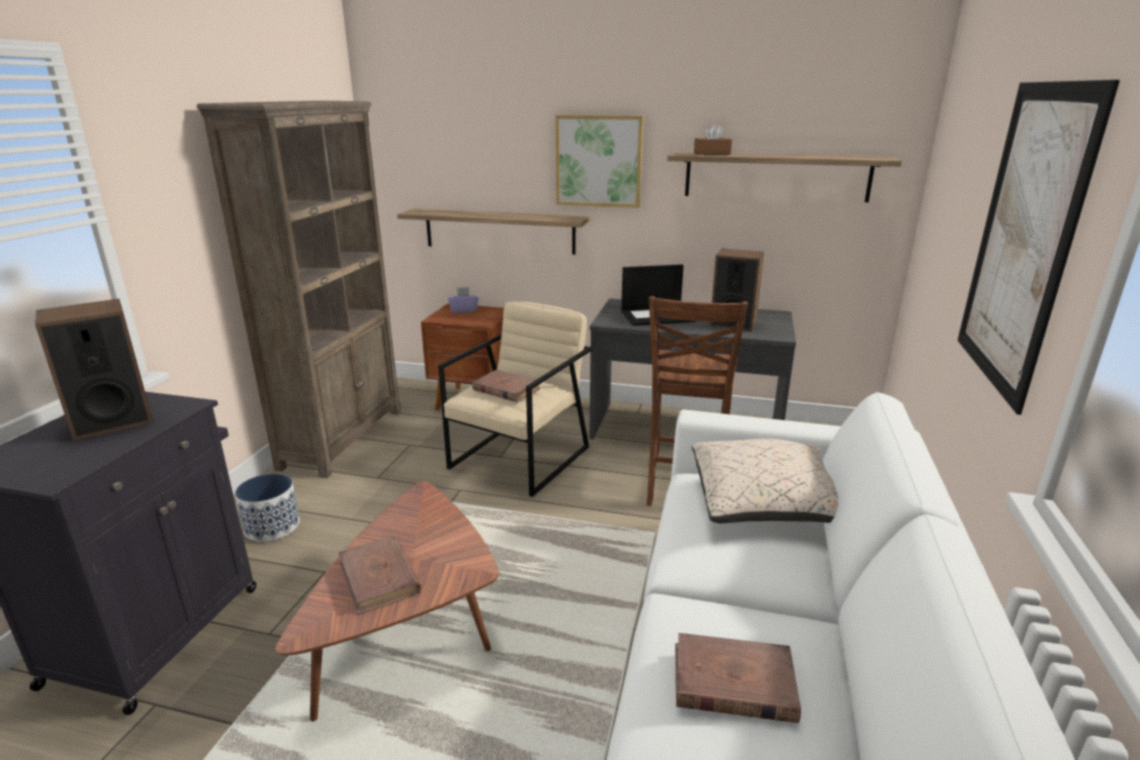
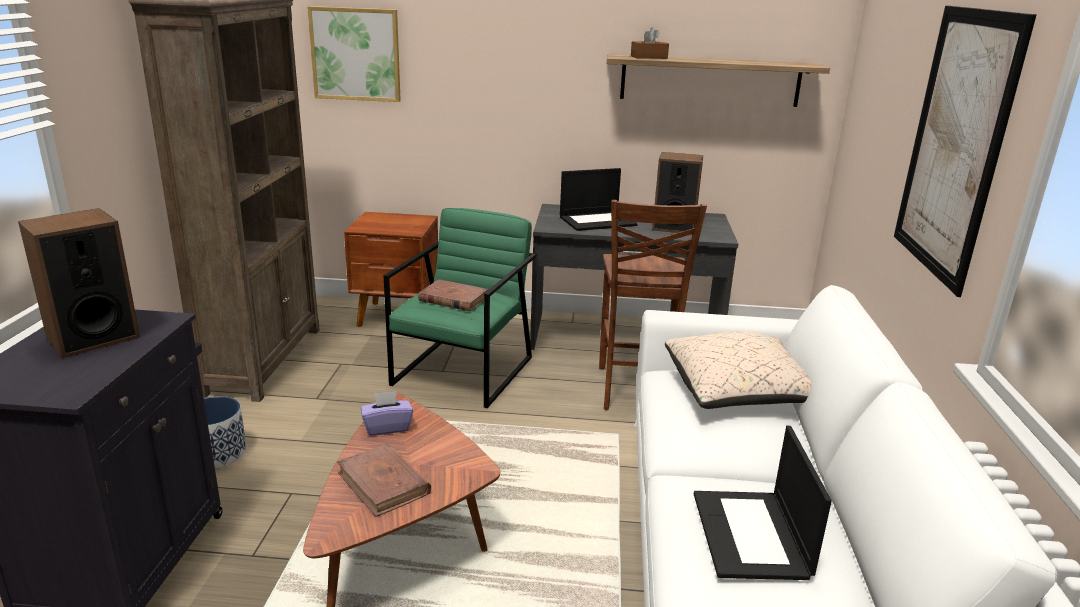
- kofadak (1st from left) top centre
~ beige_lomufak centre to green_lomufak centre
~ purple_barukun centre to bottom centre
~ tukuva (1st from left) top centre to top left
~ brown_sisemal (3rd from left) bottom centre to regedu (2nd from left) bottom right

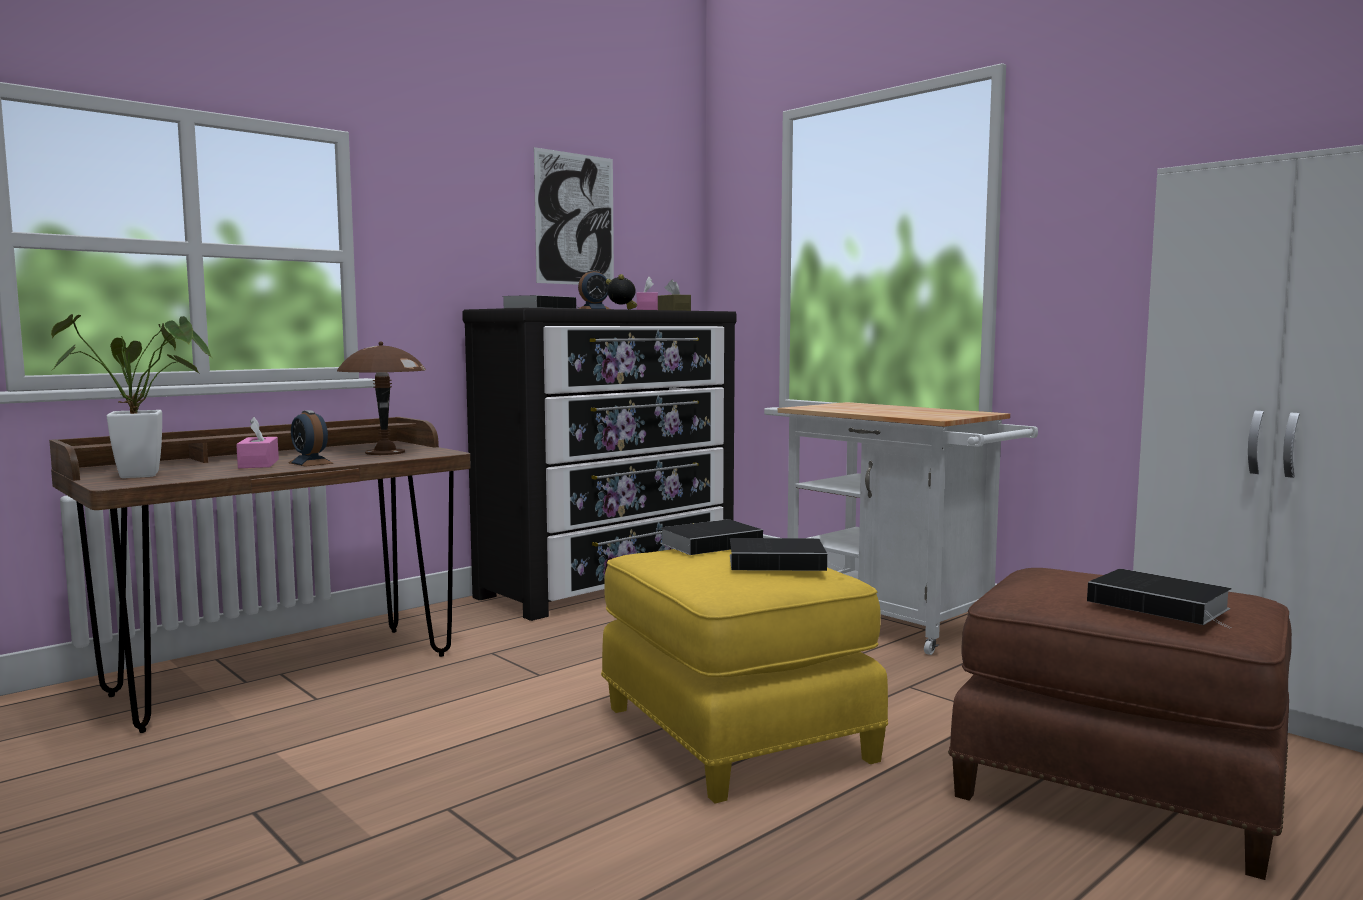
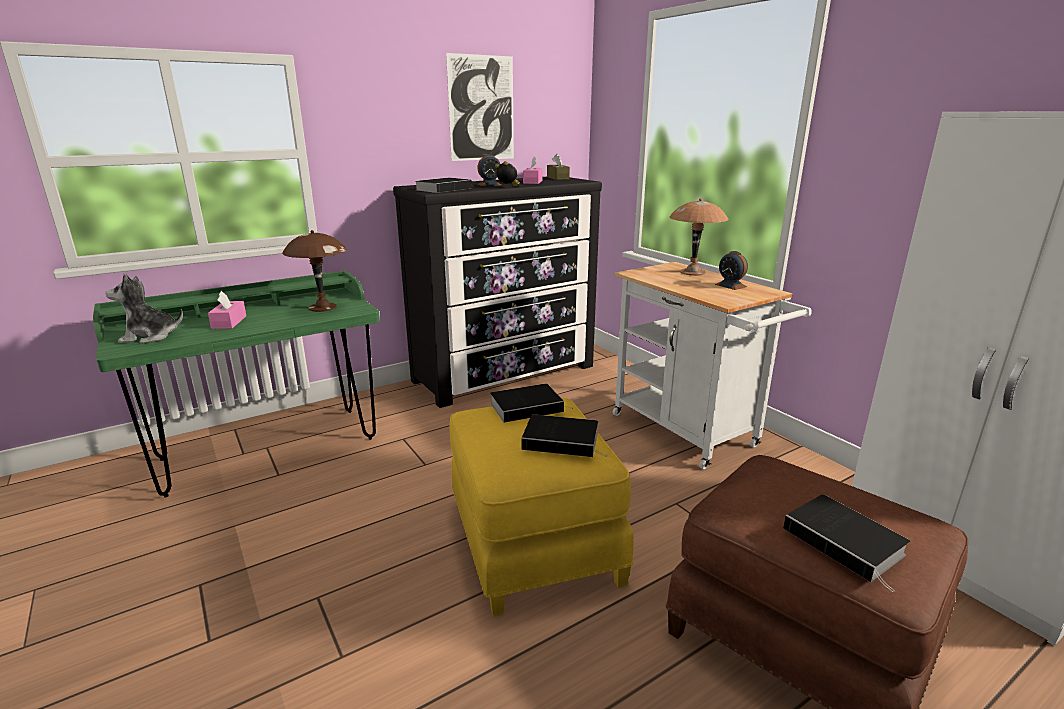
~ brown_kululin middle left to green_kululin middle left
~ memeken middle left to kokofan middle left
~ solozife (1st from left in the first image) middle left to solozife (3rd from left) middle right
+ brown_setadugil (2nd from left) centre

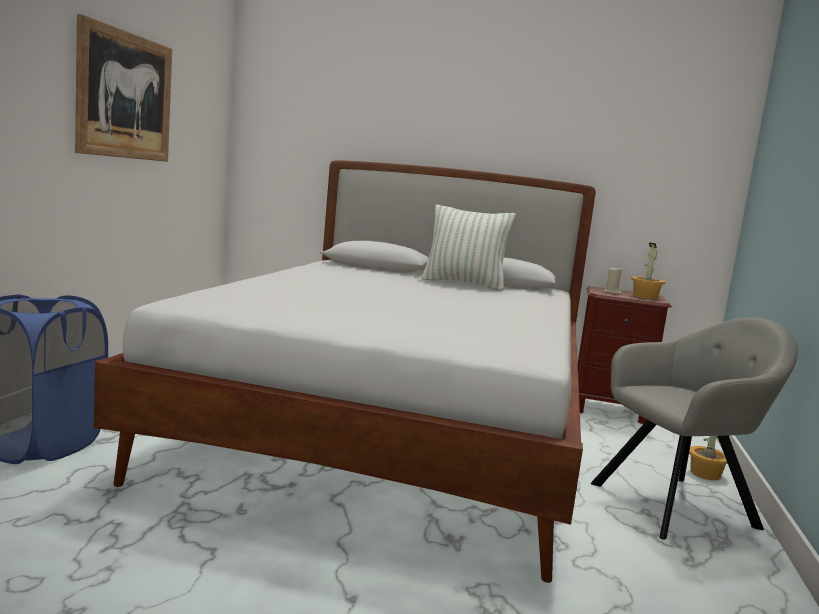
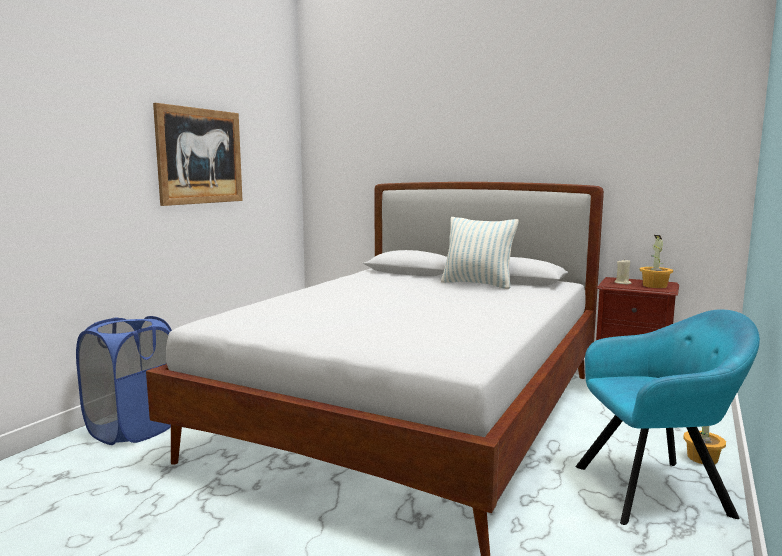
~ grey_lomufak bottom right to turquoise_lomufak bottom right

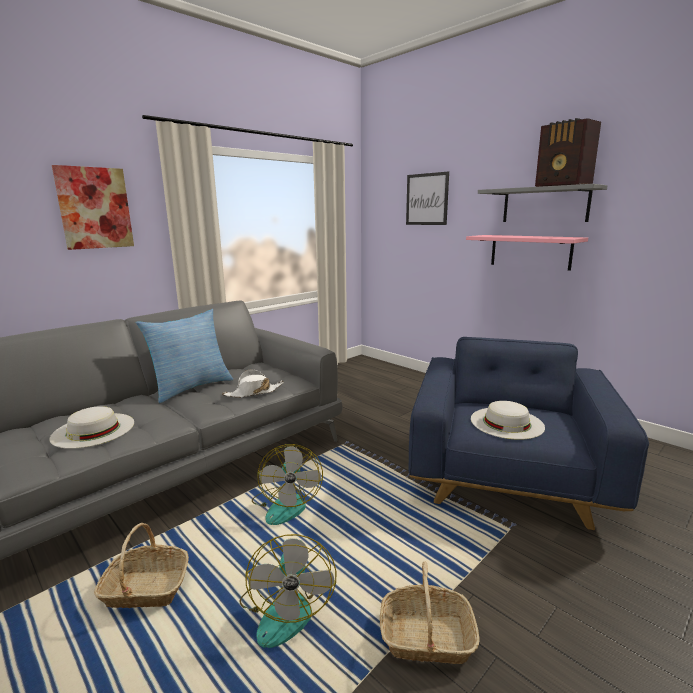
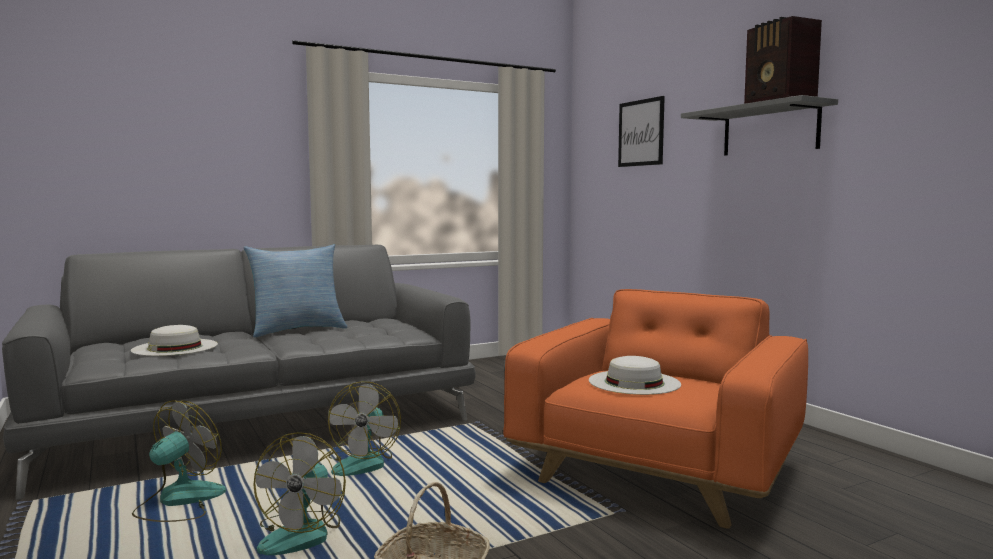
- tukuva (1st from left) top left
~ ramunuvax (1st from left) bottom left to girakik (1st from left) bottom left
- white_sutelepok (2nd from left) centre
~ blue_lomufak middle right to orange_lomufak bottom centre
- pink_kofadak middle right

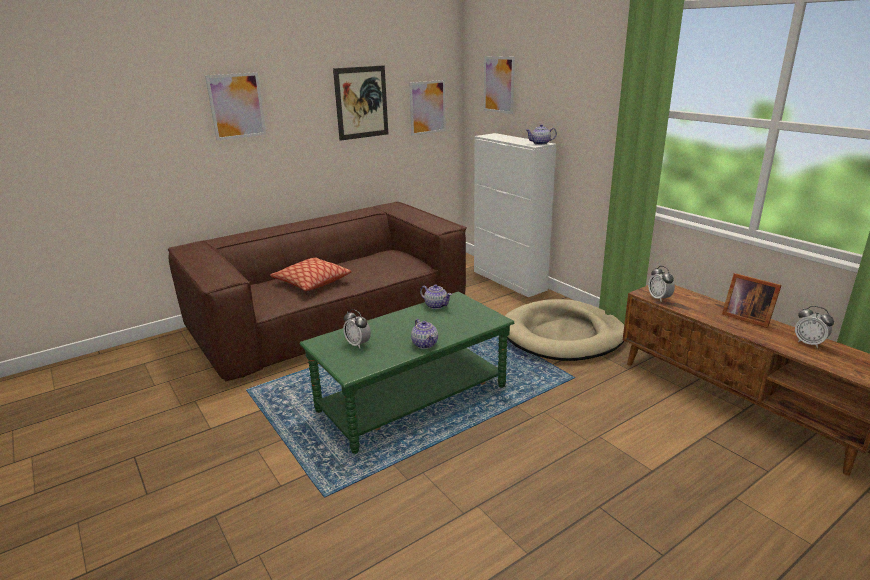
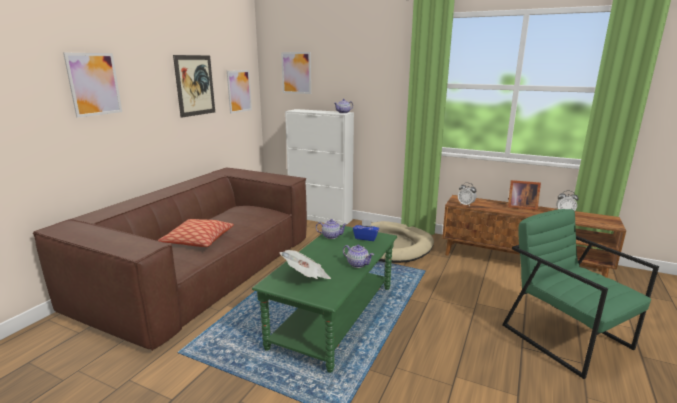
~ solozife (1st from left) centre to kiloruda centre
+ blue_barukun centre
+ green_lomufak bottom right

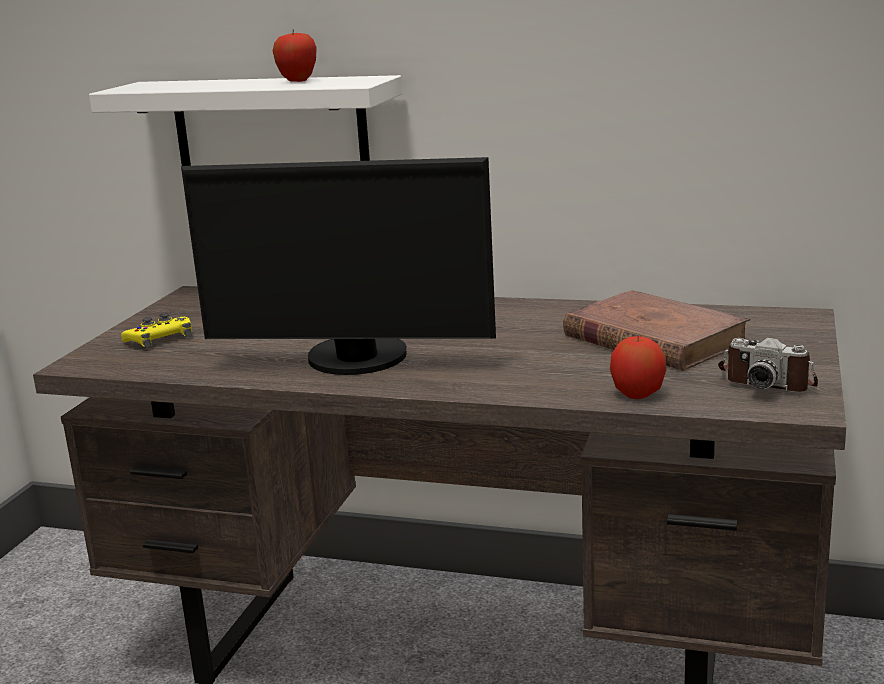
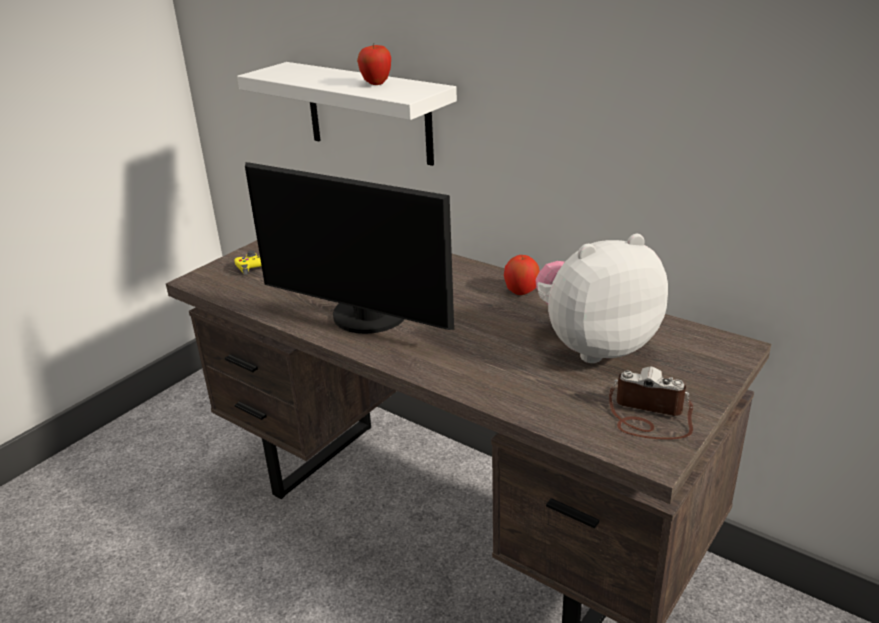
~ brown_sisemal middle right to kokofan middle right
~ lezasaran (2nd from left) middle right to centre
~ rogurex middle right = middle right 150 degrees clockwise

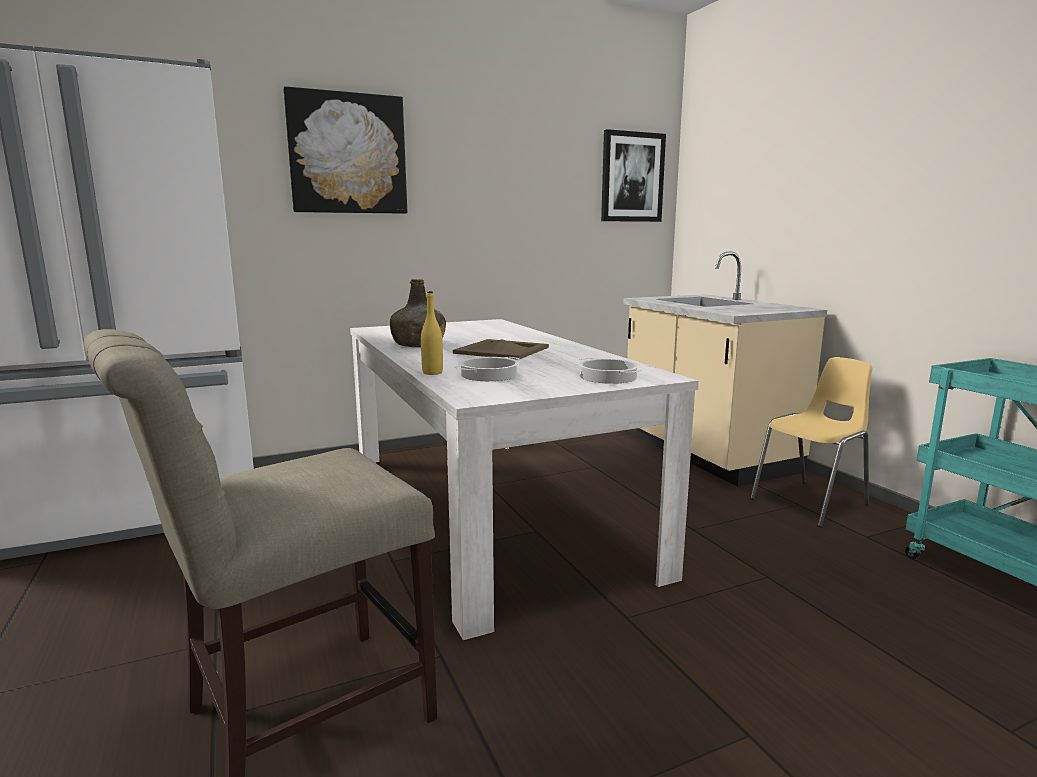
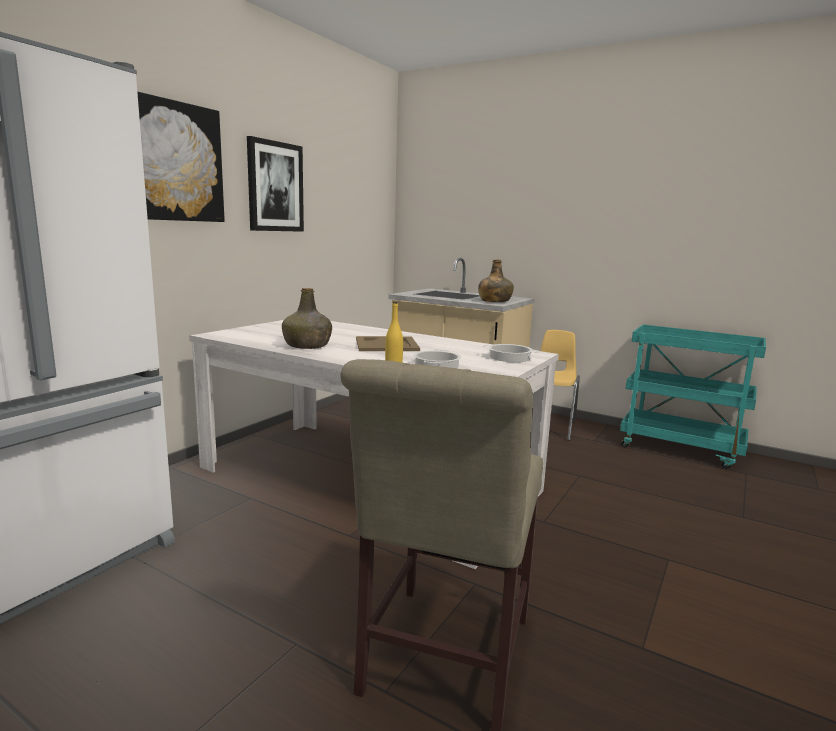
~ tukuva (2nd from left) top centre to top left
+ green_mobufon (2nd from left) centre

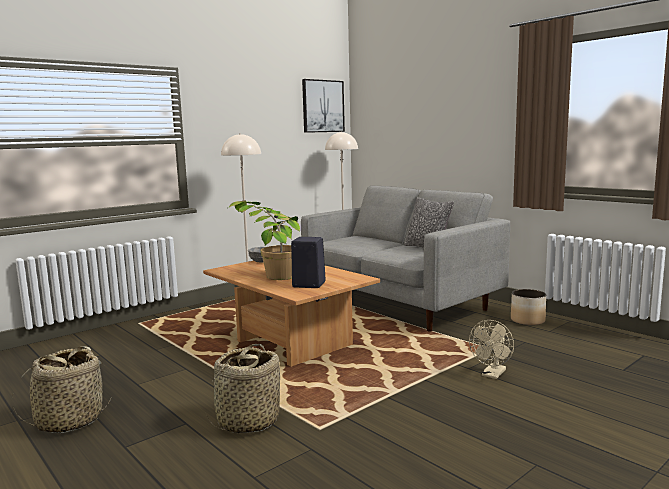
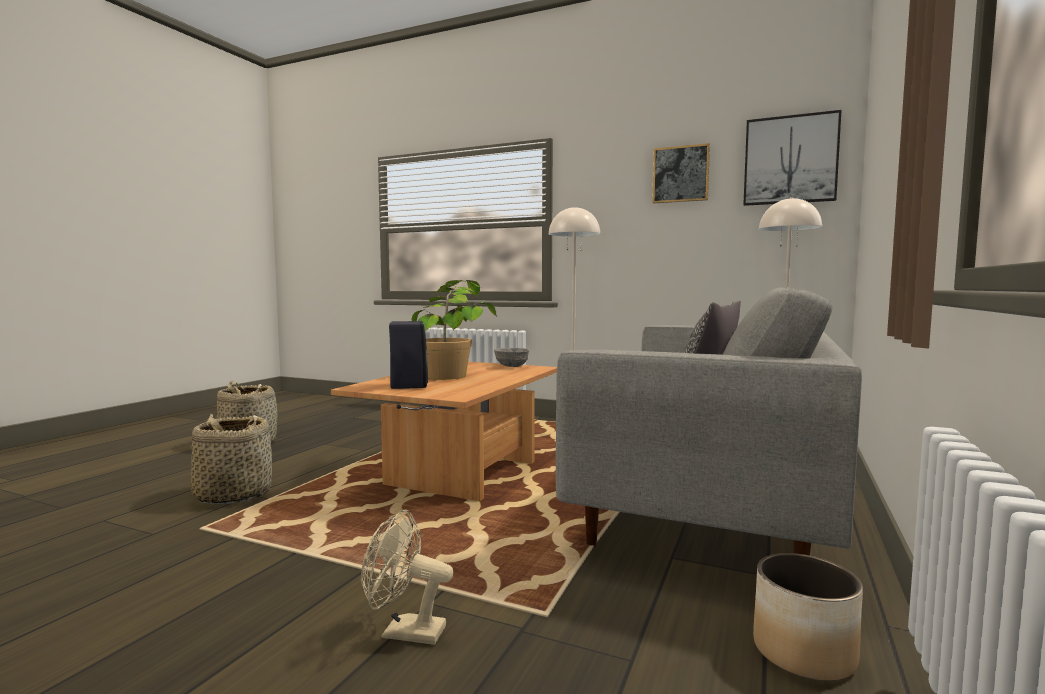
+ tukuva (1st from left) top centre

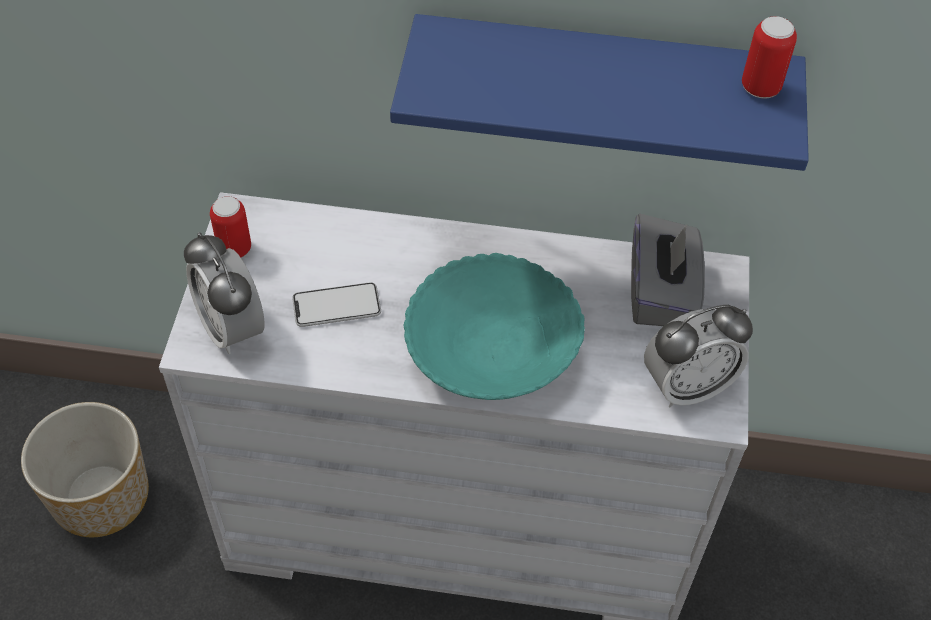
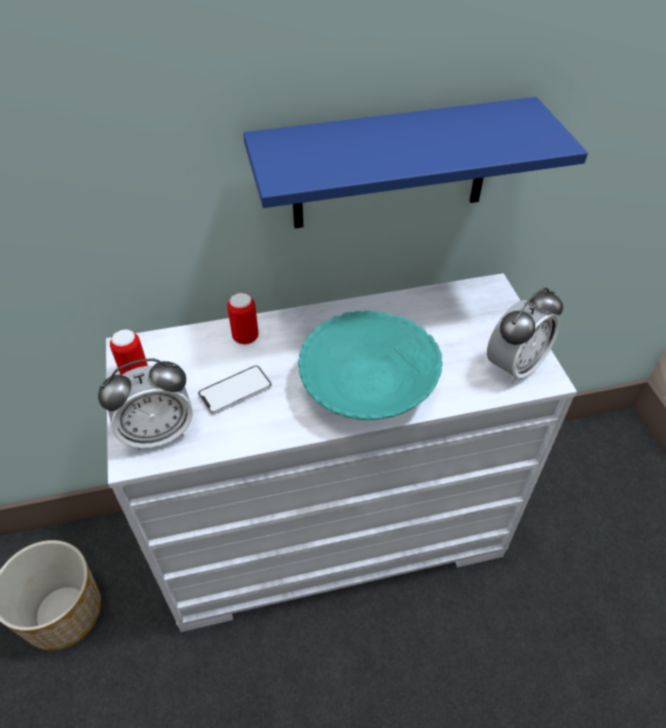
~ solozife (1st from left) middle left = middle left 60 degrees counterclockwise
- grey_barukun middle right
~ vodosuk (2nd from left) top right to centre

